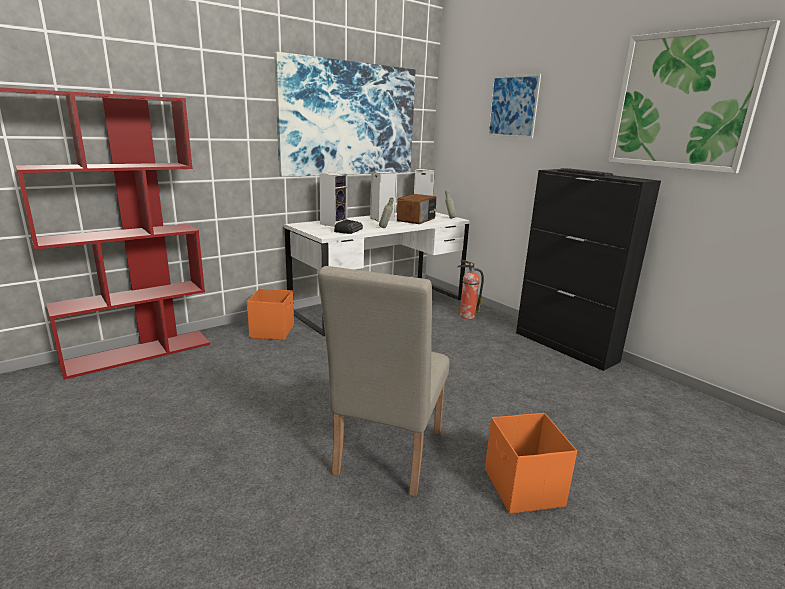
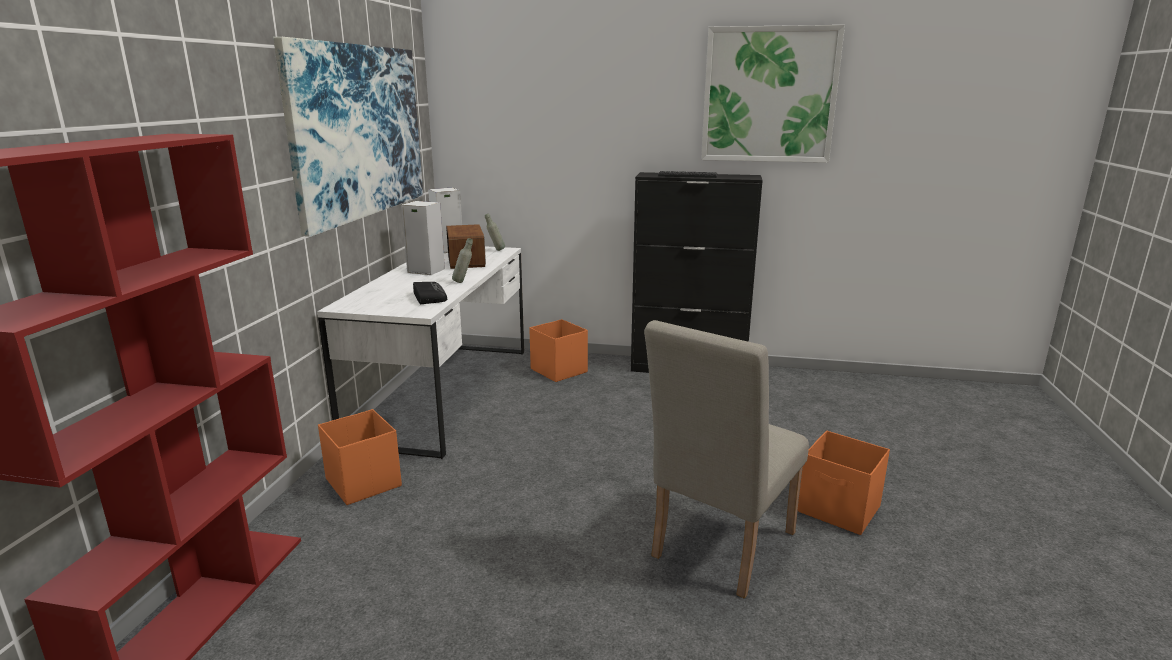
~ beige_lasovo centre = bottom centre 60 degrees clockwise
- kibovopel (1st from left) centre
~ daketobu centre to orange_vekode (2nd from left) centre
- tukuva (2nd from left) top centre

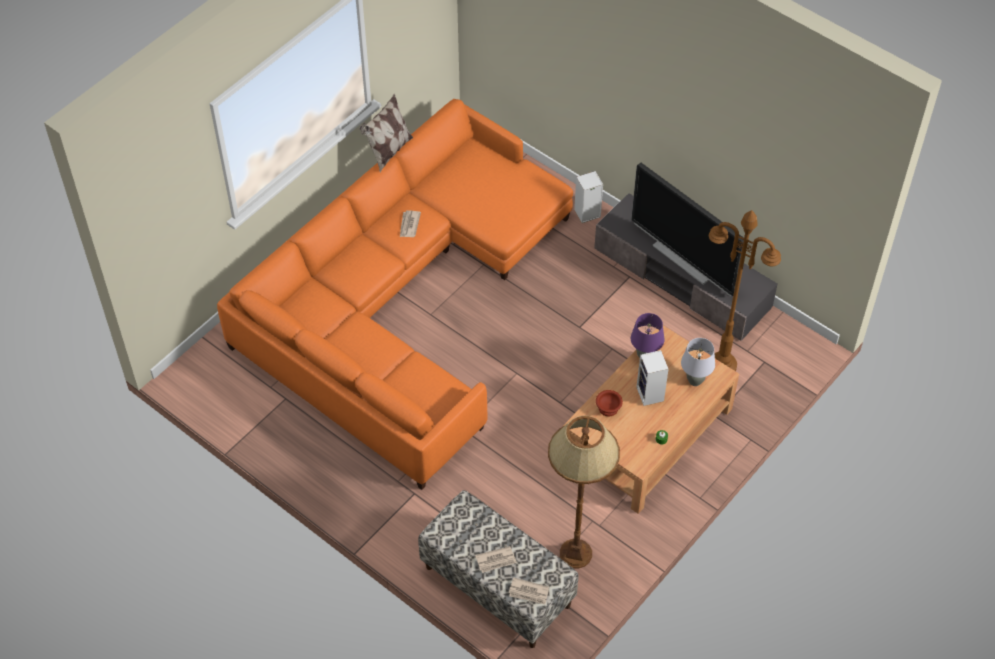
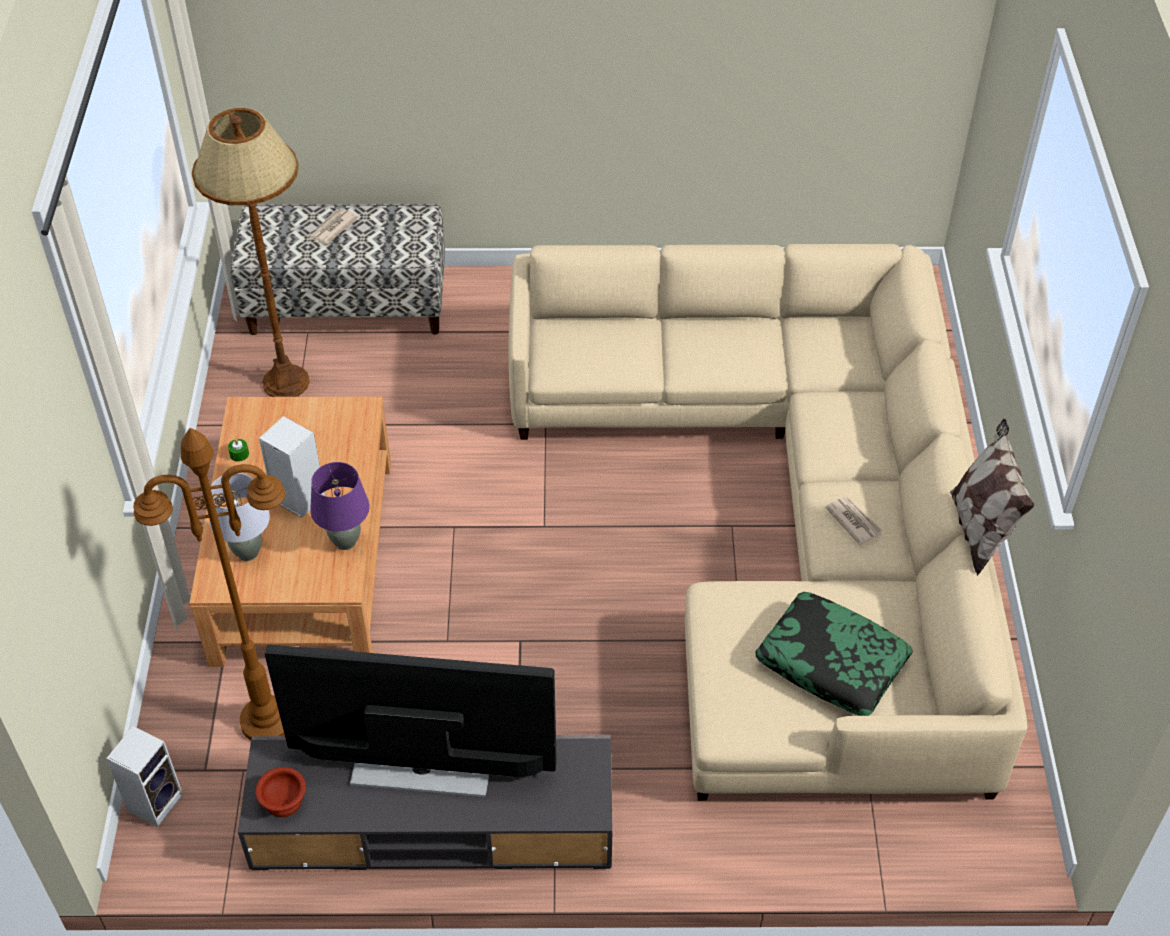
~ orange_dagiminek centre to beige_dagiminek centre
- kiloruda (3rd from left) bottom centre
~ kibovopel (1st from left) top centre to bottom left
~ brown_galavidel centre to bottom left
+ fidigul (1st from left) bottom right

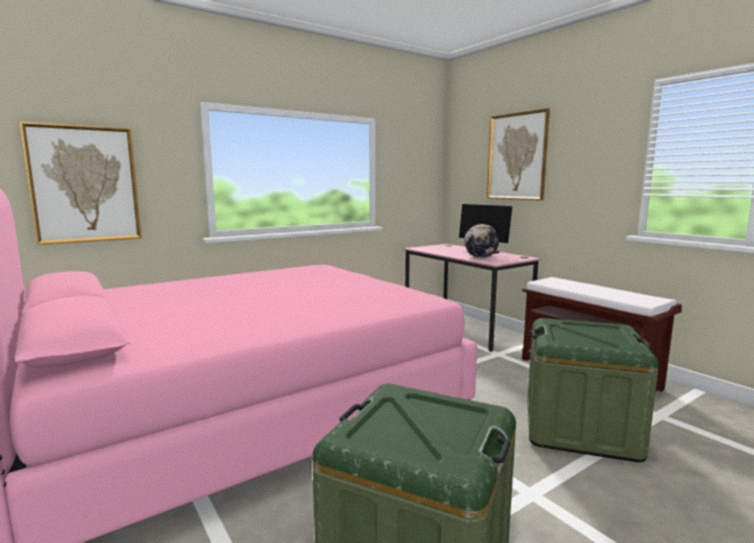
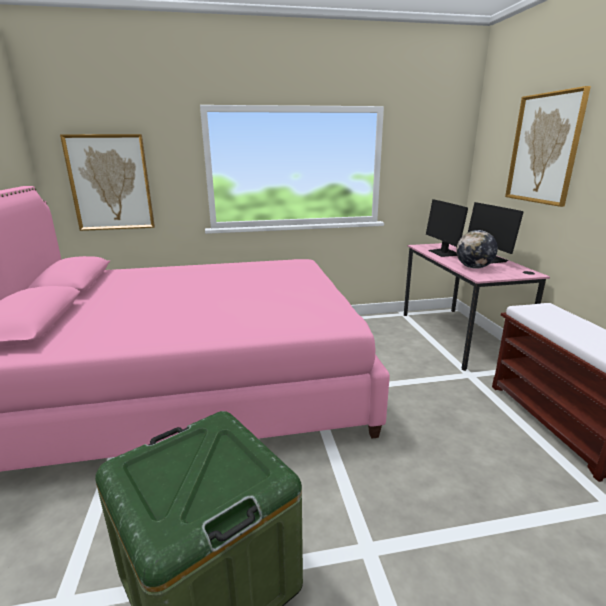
- green_vekode (2nd from left) bottom right
+ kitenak (1st from left) middle right

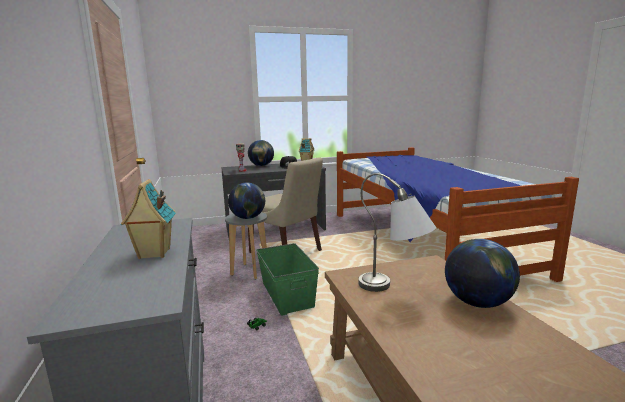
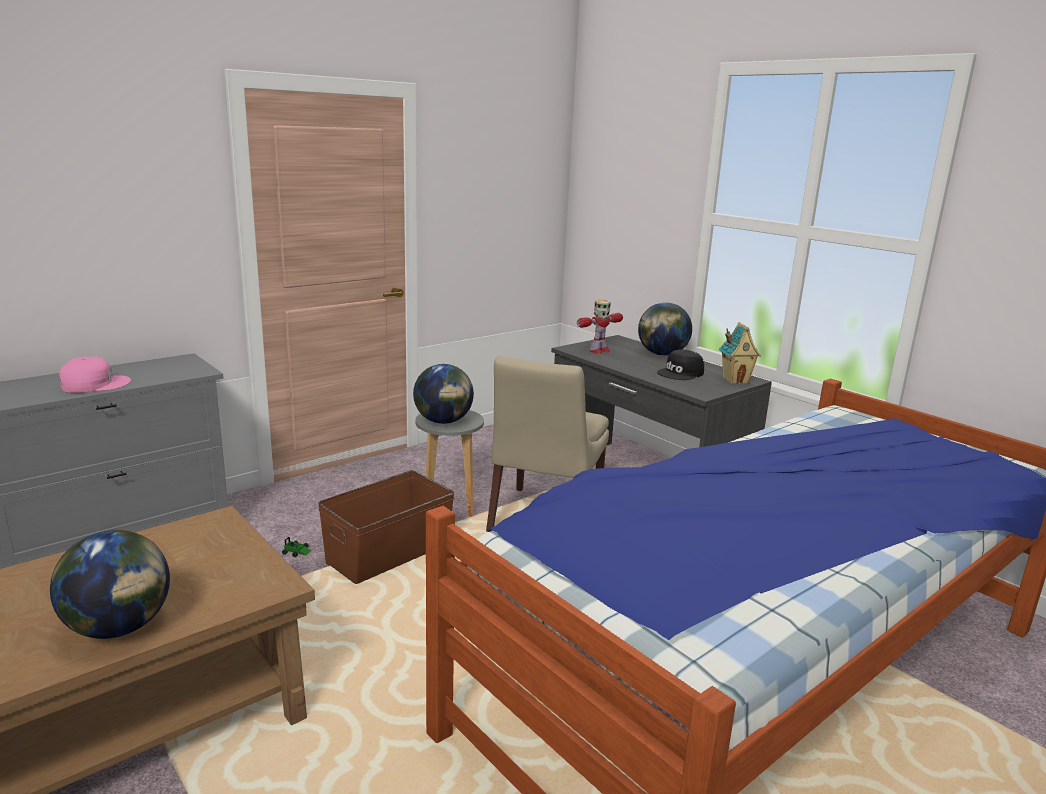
~ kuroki (1st from left) middle left to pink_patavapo middle left
~ green_vekode bottom centre to brown_vekode centre
- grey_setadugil centre

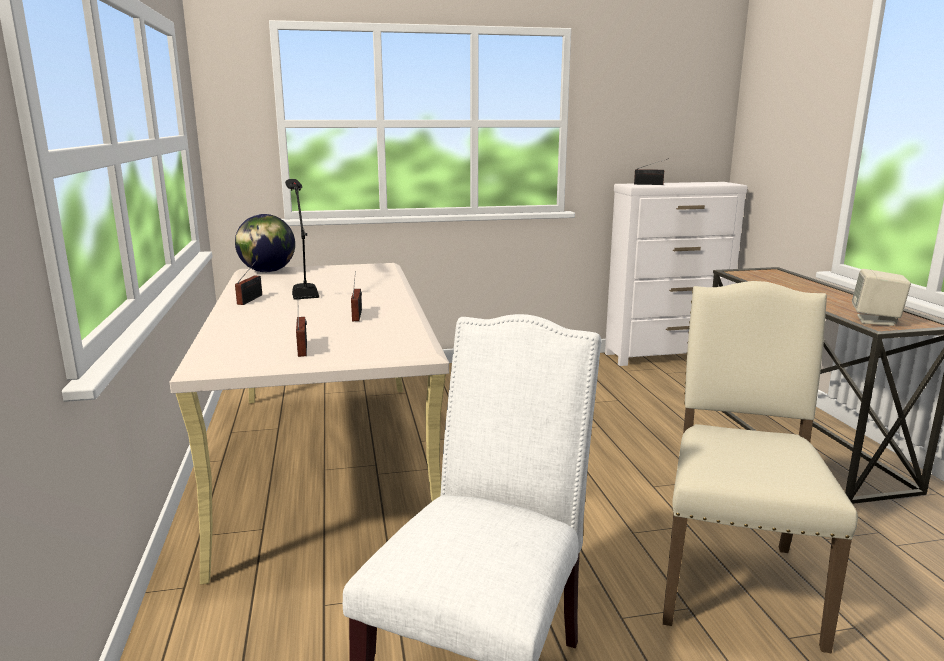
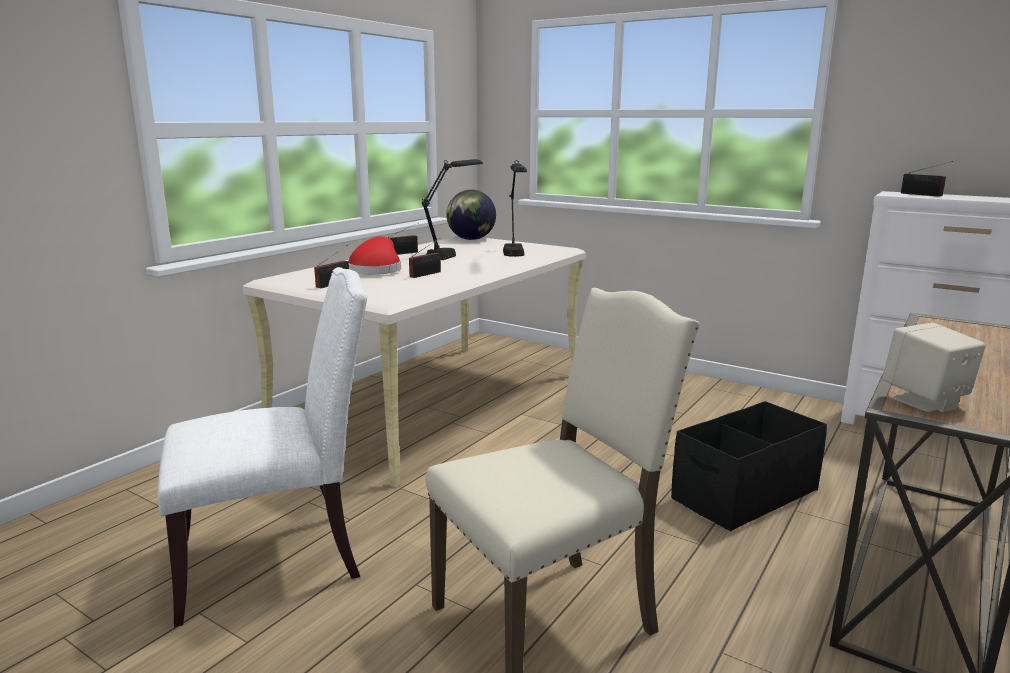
+ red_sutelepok centre
+ black_setadugil (2nd from left) top centre
+ black_vekode bottom right

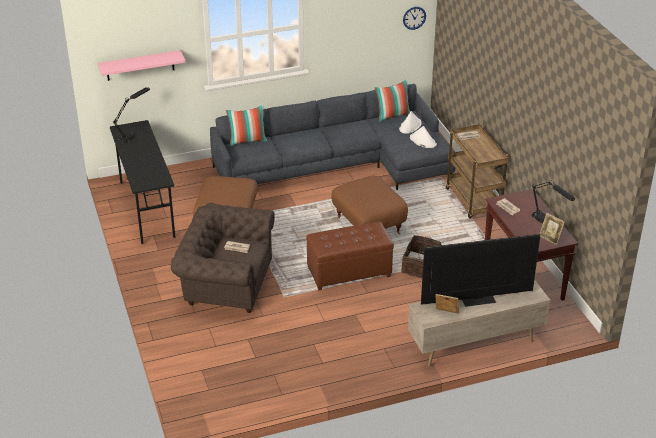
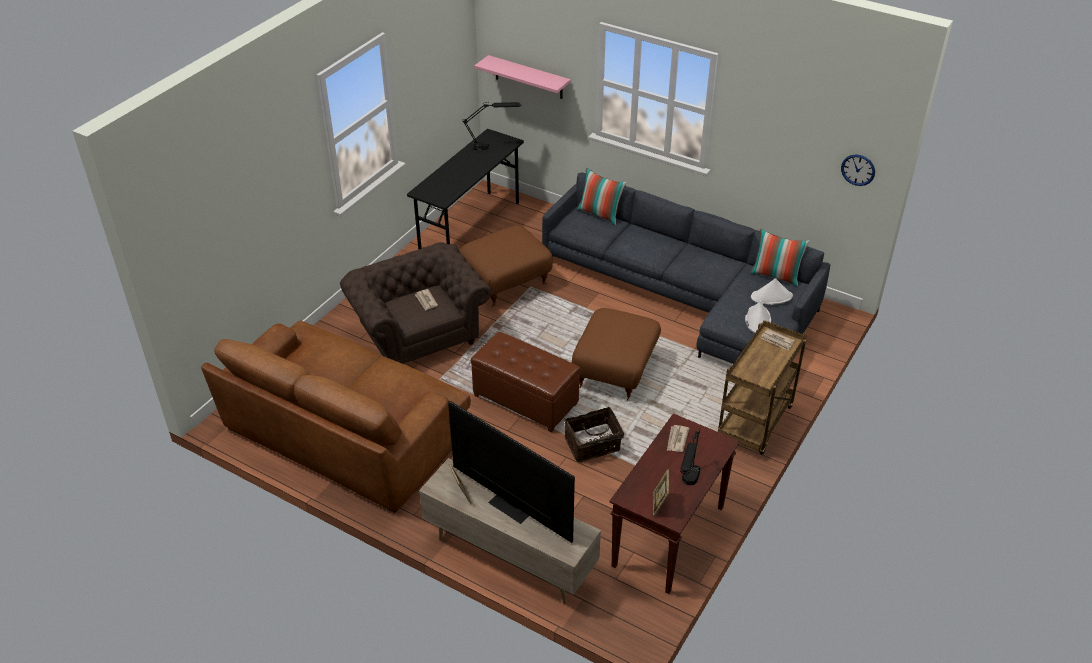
+ brown_dagiminek middle left

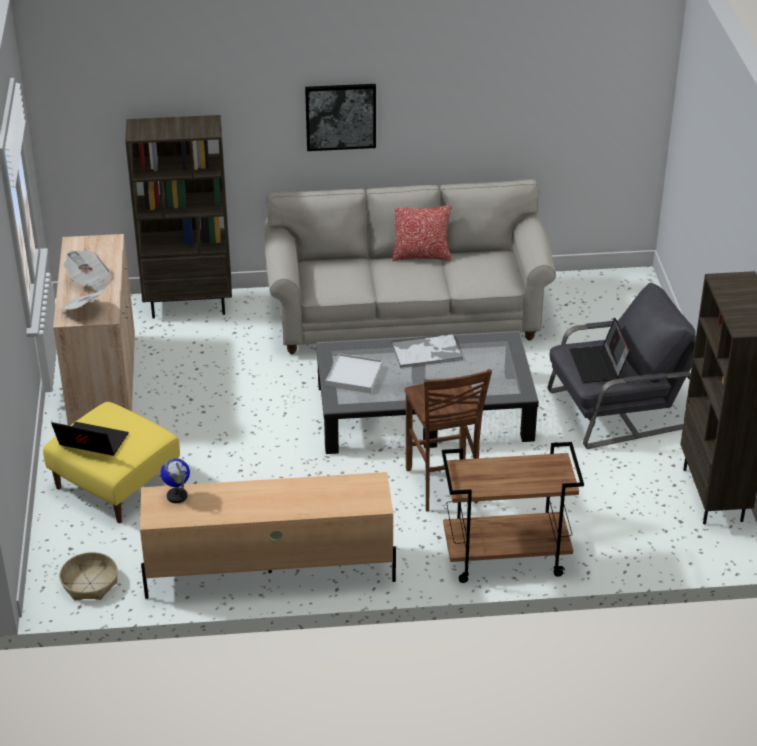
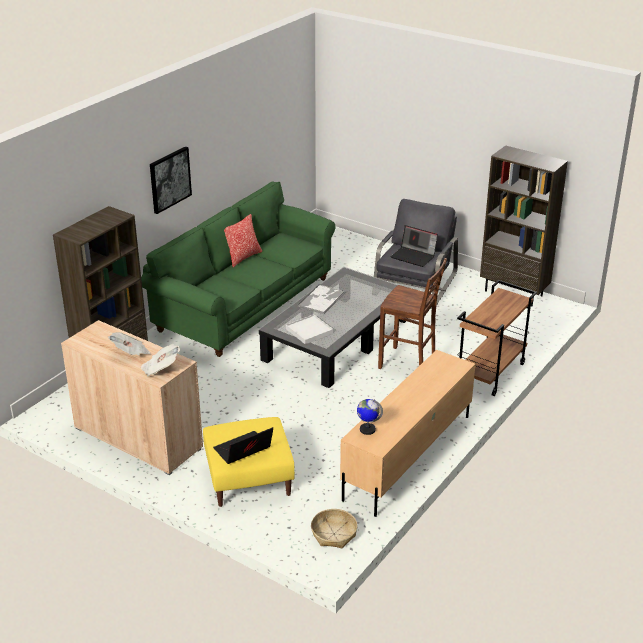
~ beige_dagiminek centre to green_dagiminek centre

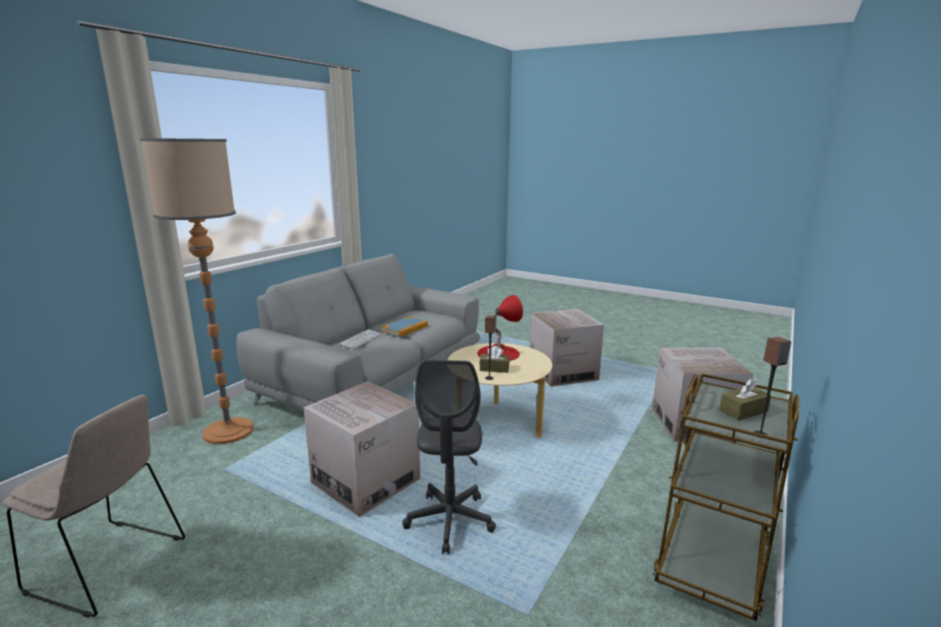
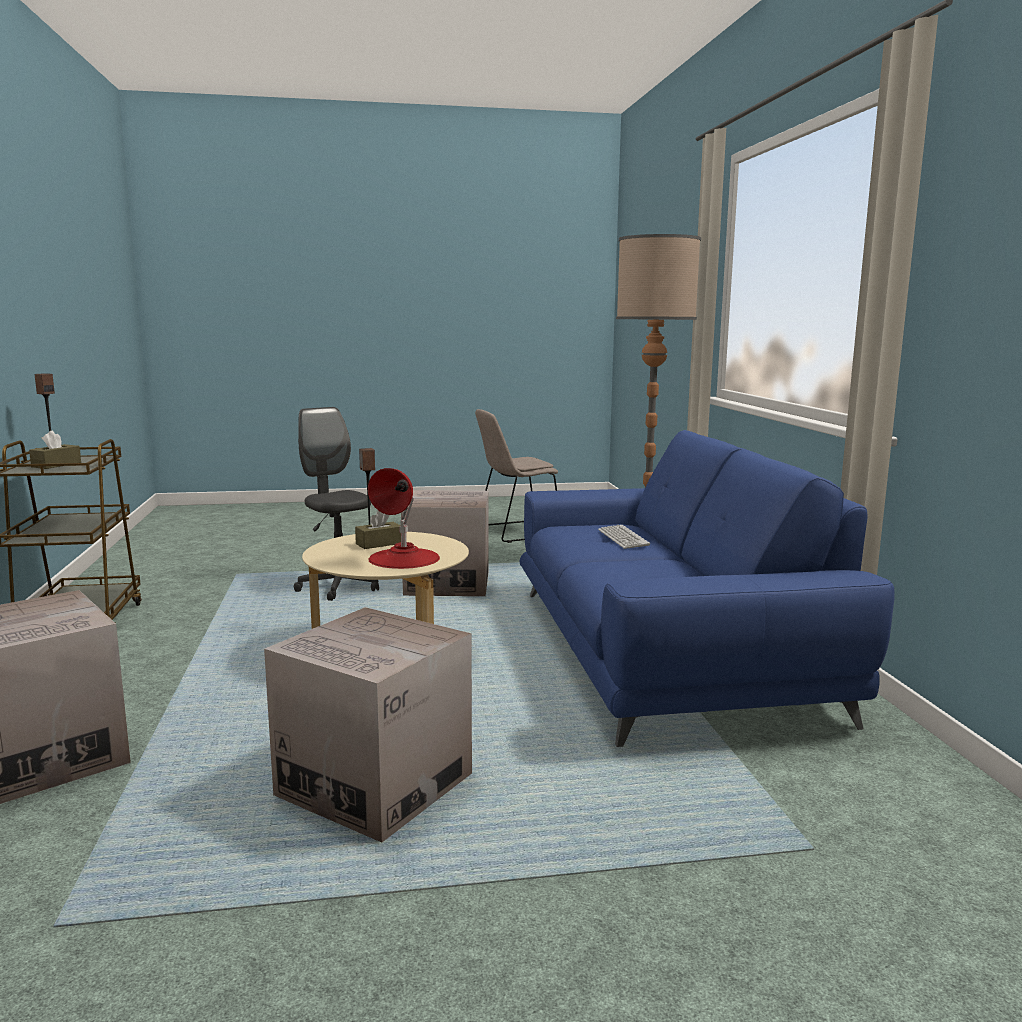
~ grey_dagiminek centre to blue_dagiminek middle right
- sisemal centre

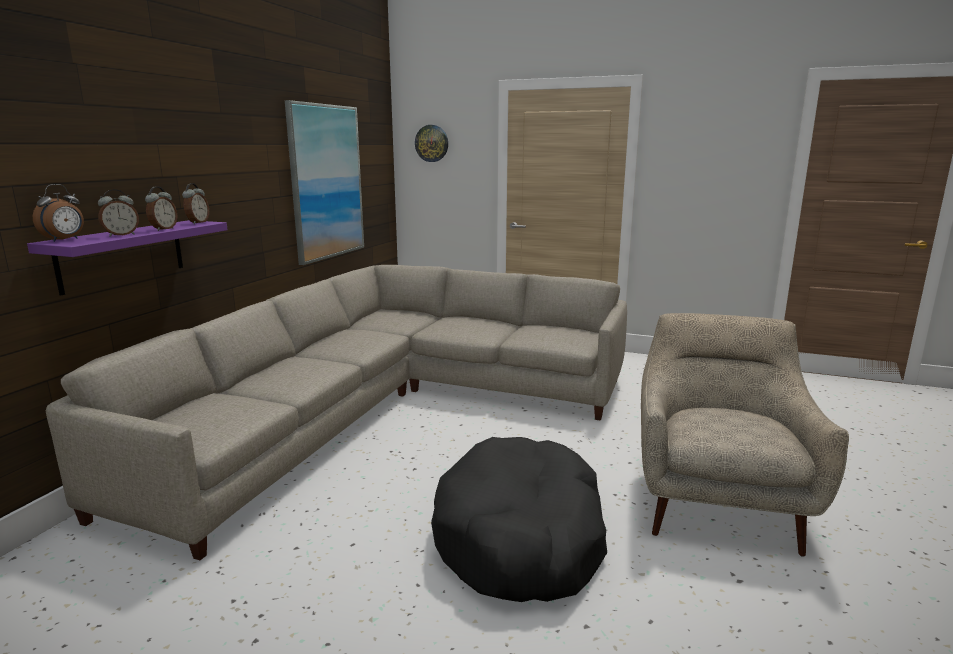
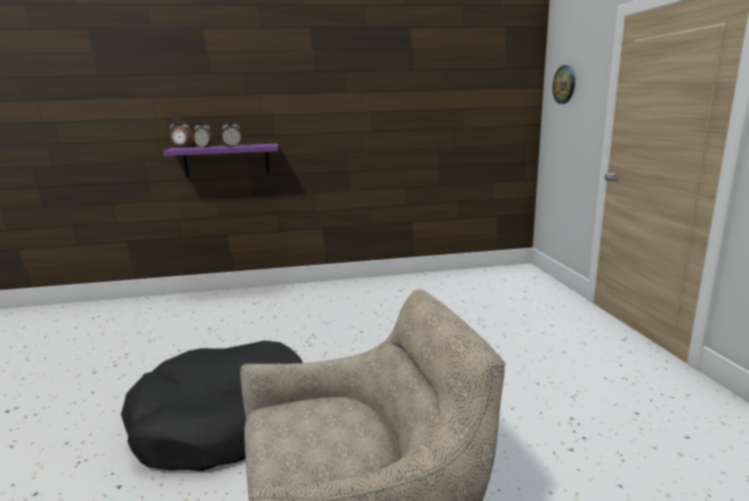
- grey_dagiminek centre
- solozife (4th from left) top left
- tukuva top centre

